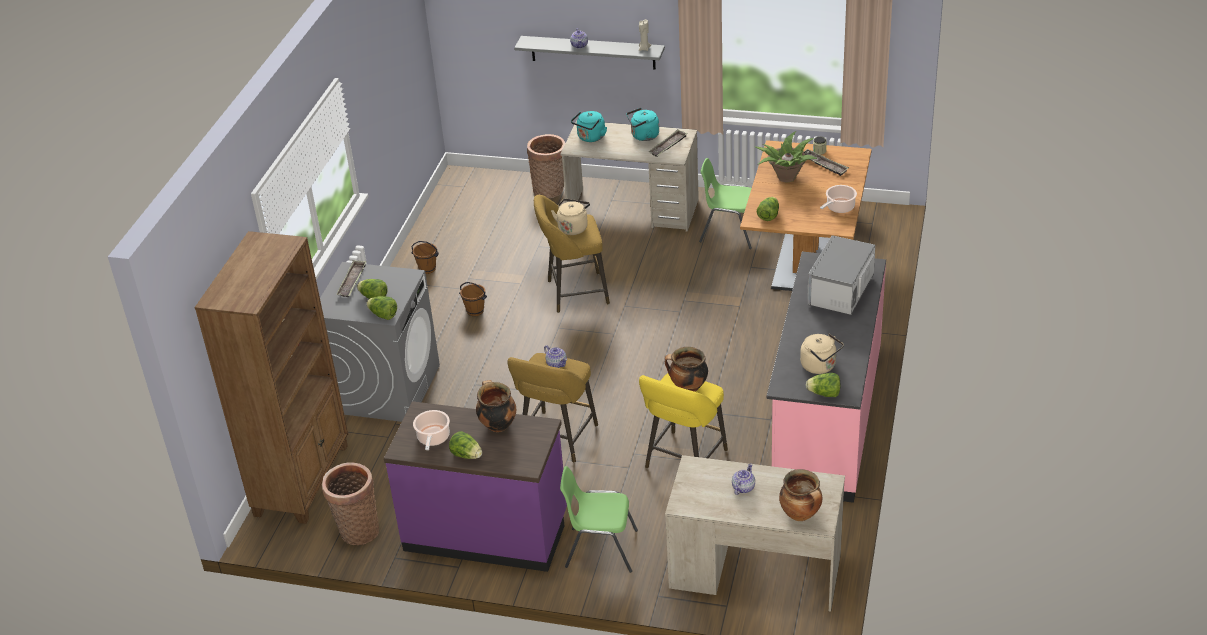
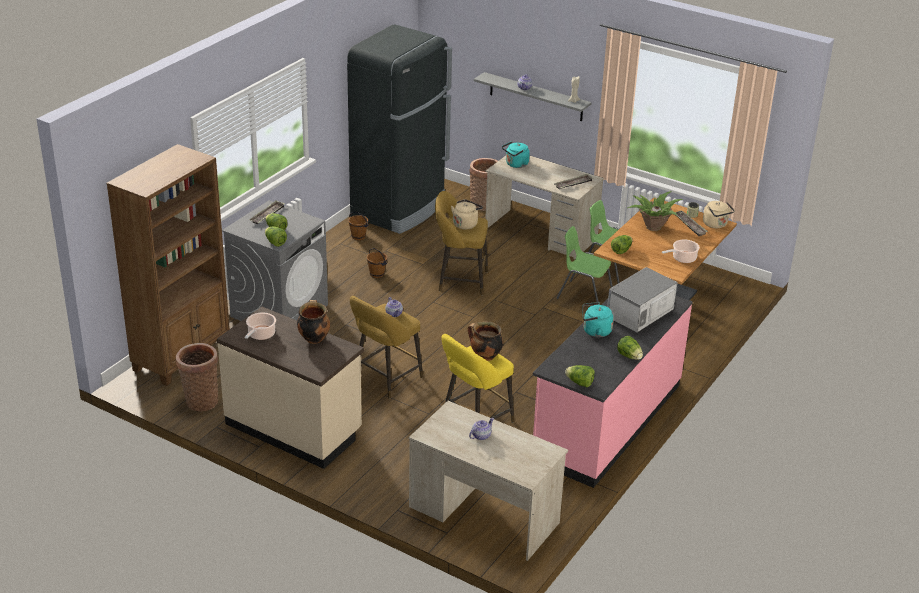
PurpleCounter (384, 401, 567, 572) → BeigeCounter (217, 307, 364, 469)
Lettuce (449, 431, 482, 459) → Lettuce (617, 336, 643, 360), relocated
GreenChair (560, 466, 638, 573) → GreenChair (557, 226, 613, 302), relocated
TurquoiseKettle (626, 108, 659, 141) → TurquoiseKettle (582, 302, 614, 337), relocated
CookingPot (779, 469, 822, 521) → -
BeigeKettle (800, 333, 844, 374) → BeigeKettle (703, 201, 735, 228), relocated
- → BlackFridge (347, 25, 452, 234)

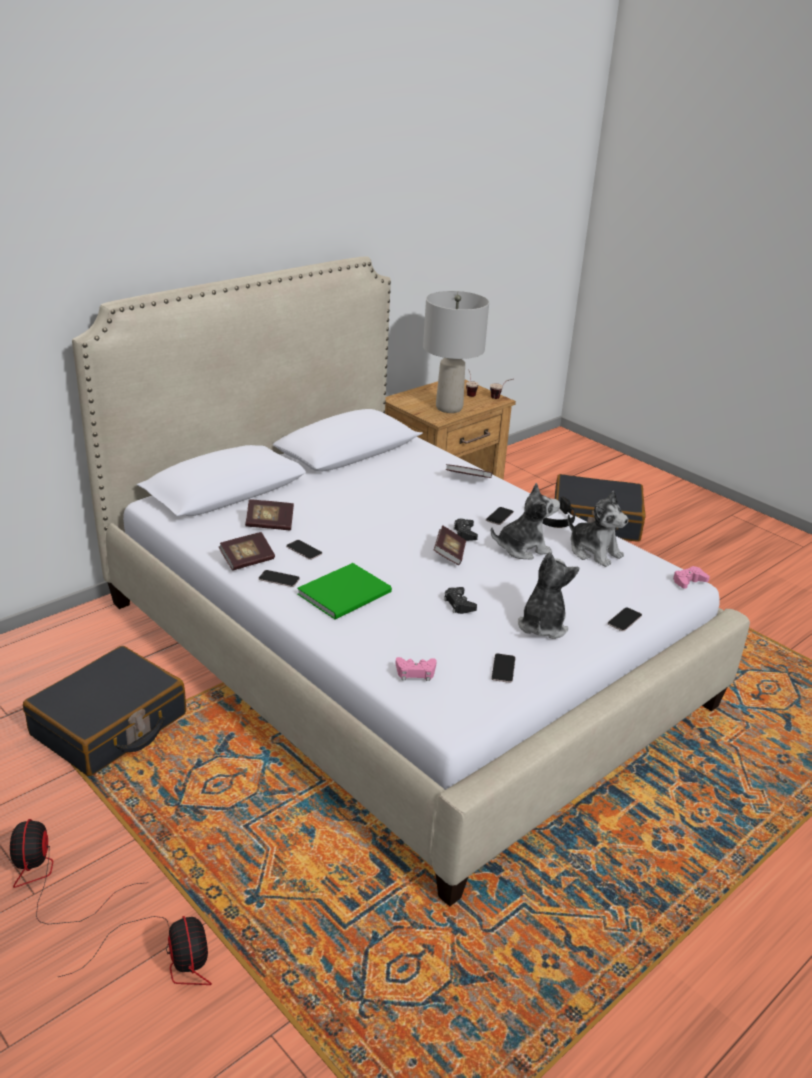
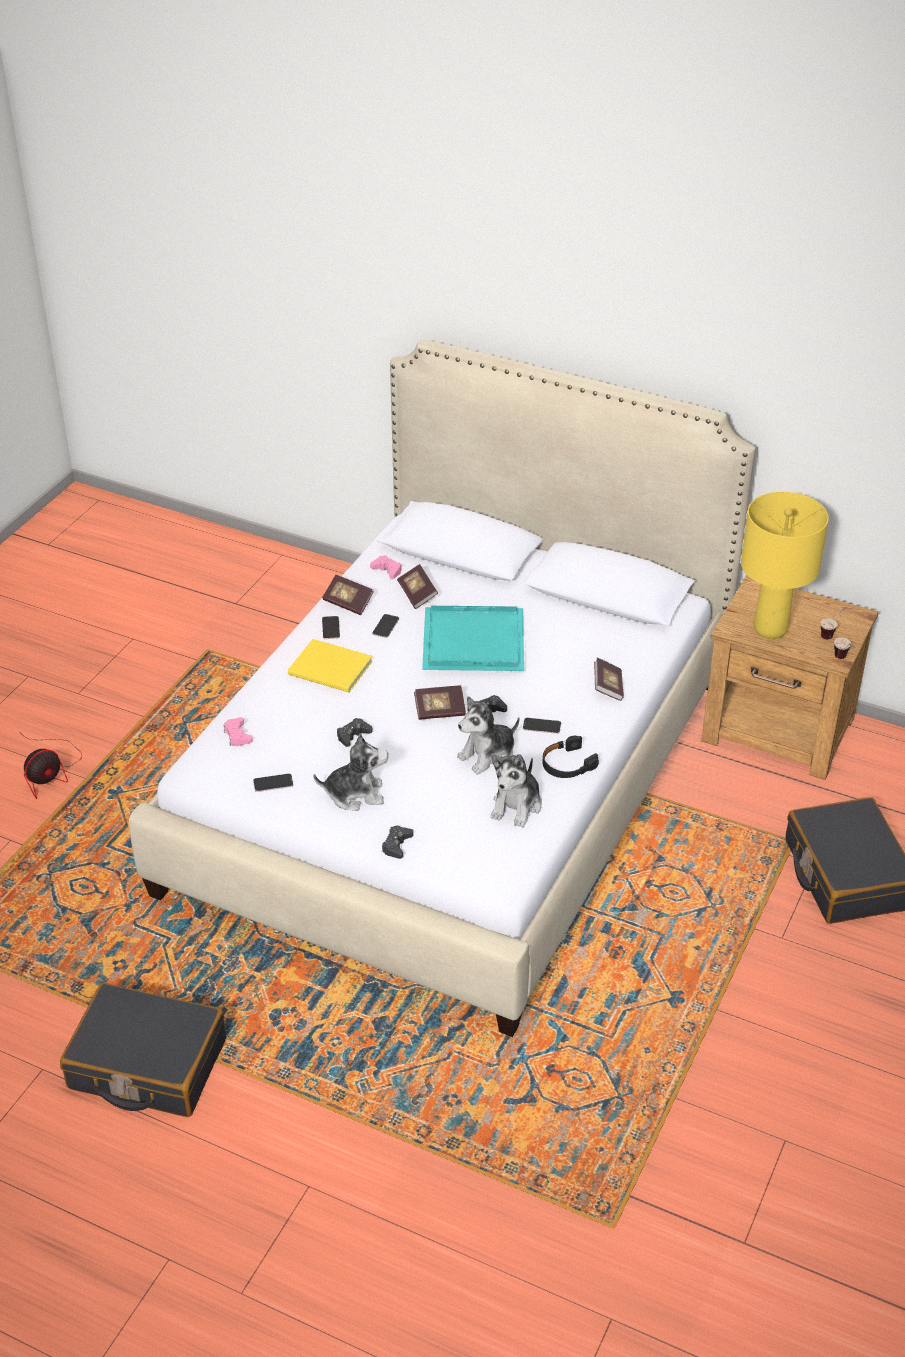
Fan (10, 819, 143, 924) → -
BlackSuitcase (23, 646, 186, 776) → BlackSuitcase (60, 983, 226, 1117), relocated
GreenBook (297, 563, 392, 619) → YellowBook (288, 639, 373, 692)
GreyTableLamp (423, 291, 489, 413) → YellowTableLamp (741, 492, 829, 639)
PlushToy (491, 483, 560, 560) → PlushToy (457, 696, 520, 775), 90 degrees clockwise
Phone (608, 607, 642, 631) → BlackGameController (382, 826, 413, 859)
PinkGameController (673, 566, 710, 589) → PinkGameController (370, 555, 402, 579), relocated
- → TurquoiseTray (422, 606, 524, 671)

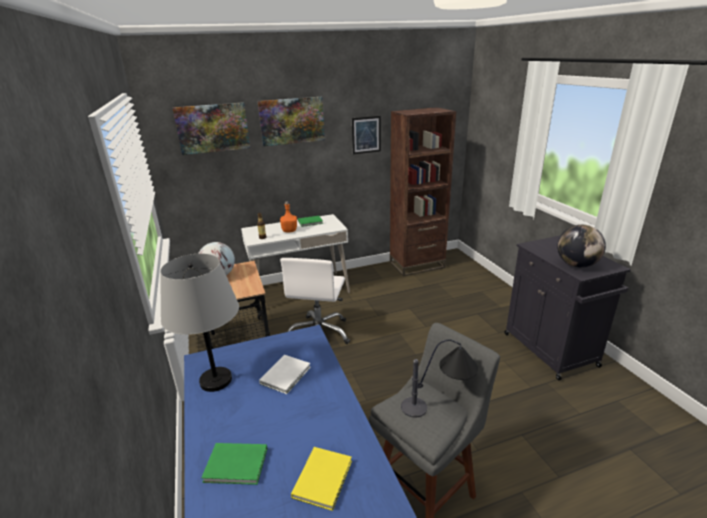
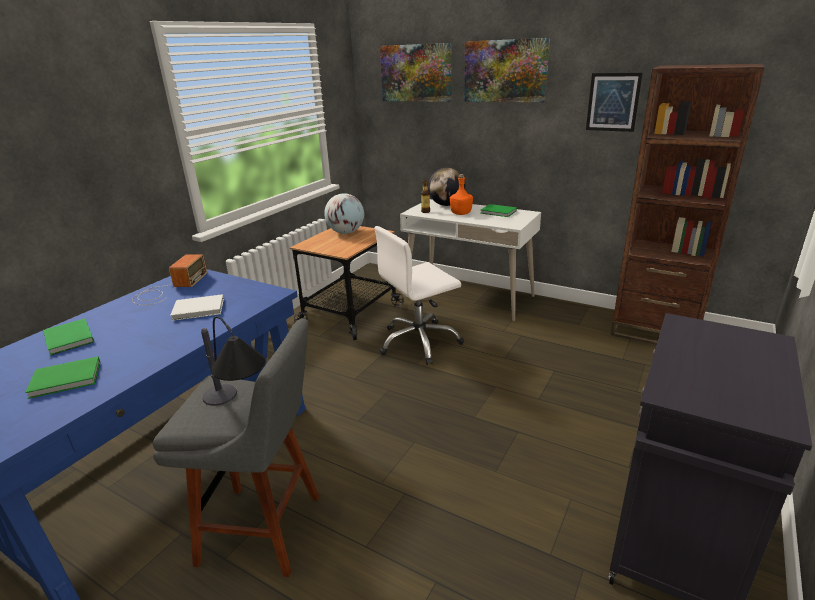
GreyTableLamp (160, 254, 239, 392) → Radio (132, 254, 207, 305)
YellowBook (291, 447, 352, 511) → GreenBook (25, 356, 101, 399)
Globe (557, 225, 606, 268) → Globe (428, 168, 466, 206), relocated

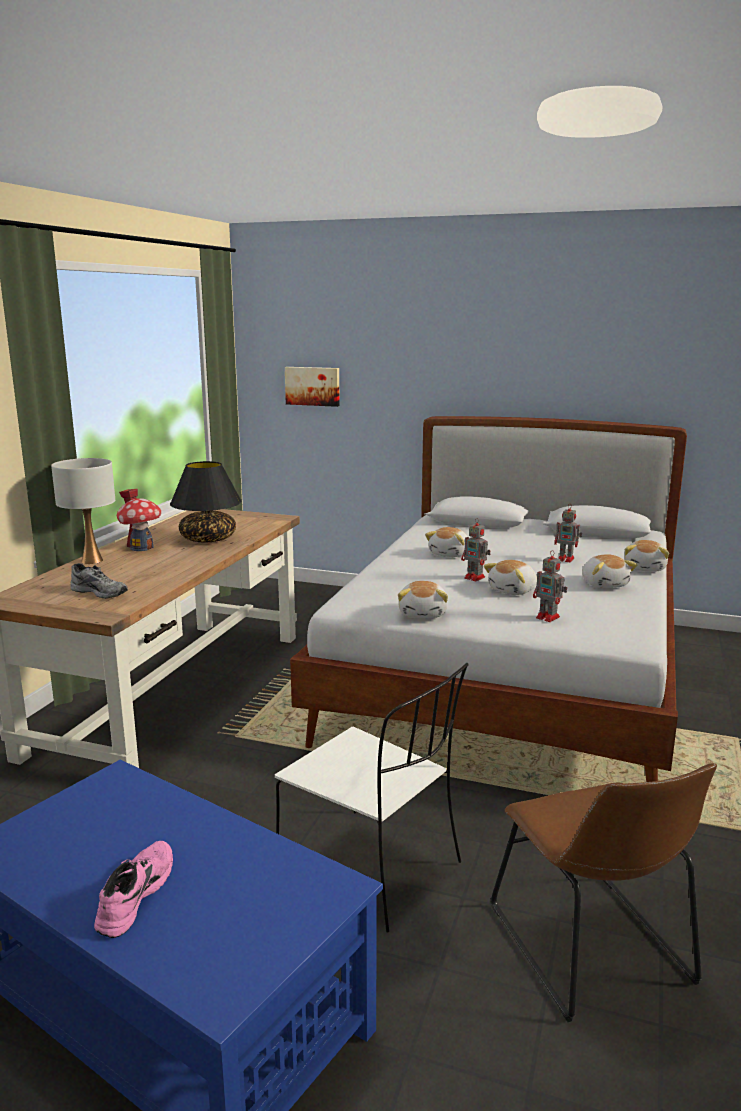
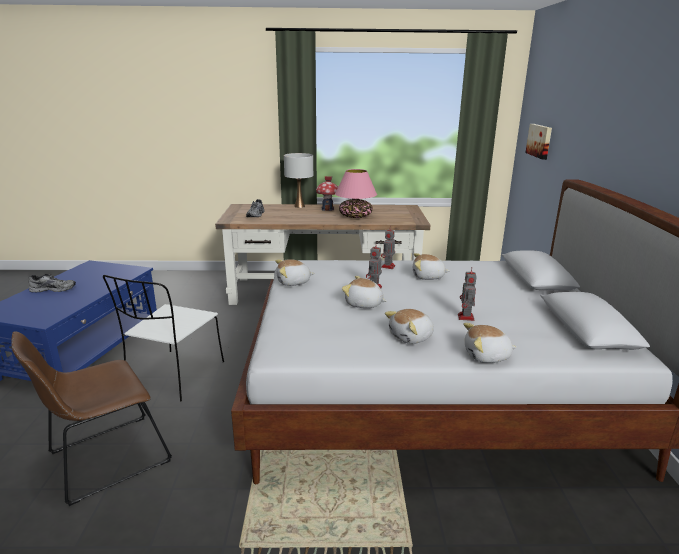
PinkShoe (94, 841, 173, 938) → GreyShoe (29, 274, 76, 292)
BlackTableLamp (170, 461, 242, 542) → PinkTableLamp (335, 169, 377, 218)
ToyRobot (533, 550, 567, 622) → ToyRobot (381, 226, 395, 269), relocated

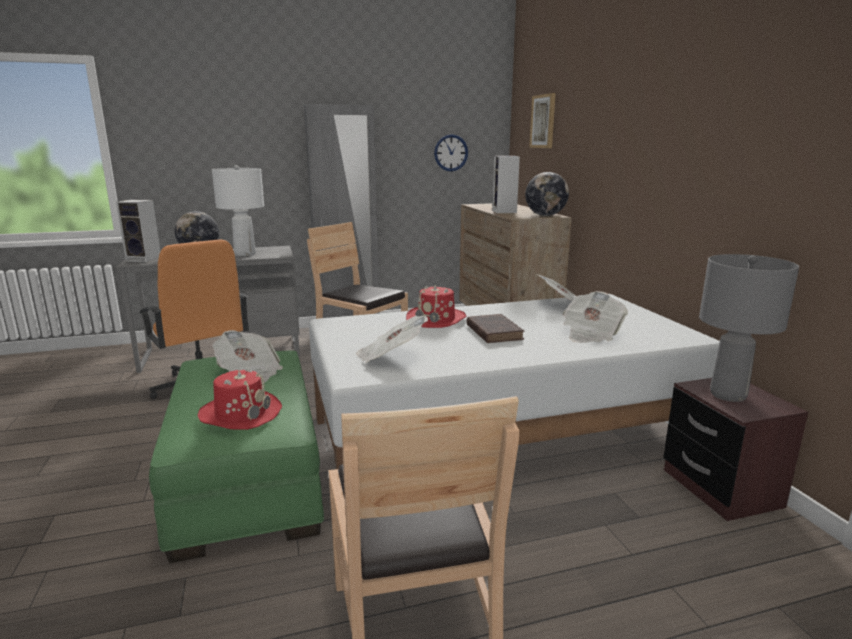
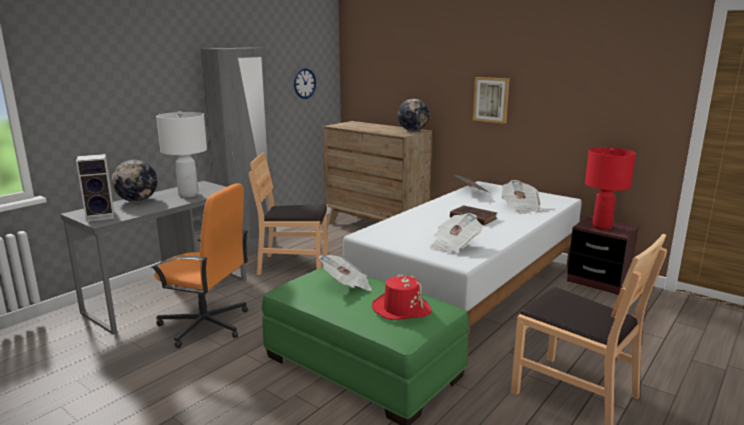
RedHat (406, 285, 466, 328) → -
Speaker (492, 156, 520, 214) → -
Picture (529, 93, 556, 148) → Picture (473, 77, 509, 124), relocated
GreyTableLamp (699, 254, 799, 402) → RedTableLamp (585, 147, 636, 230)

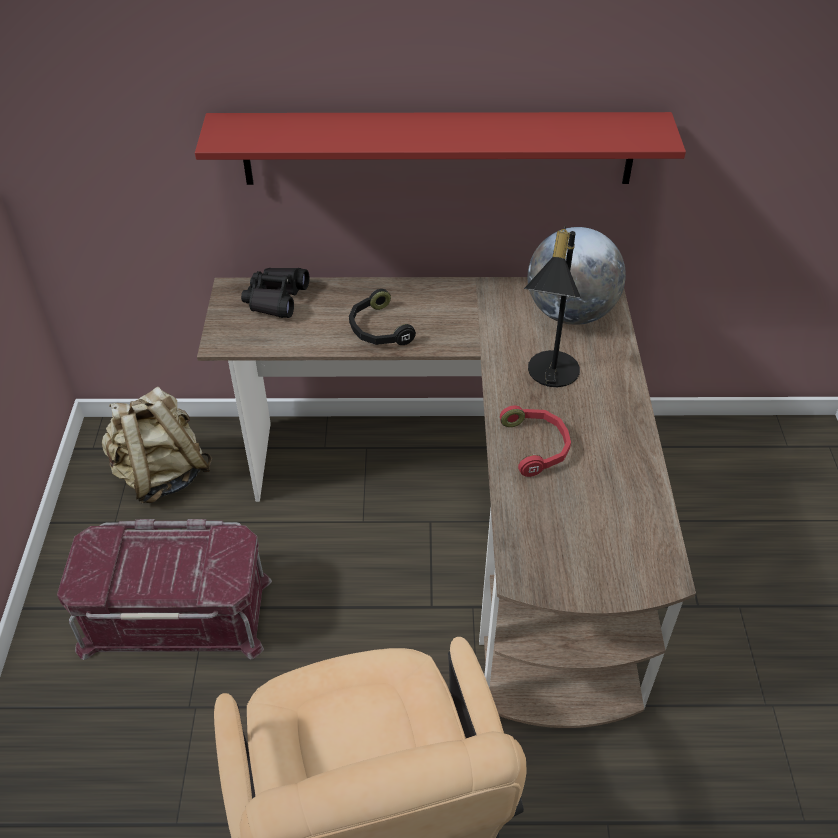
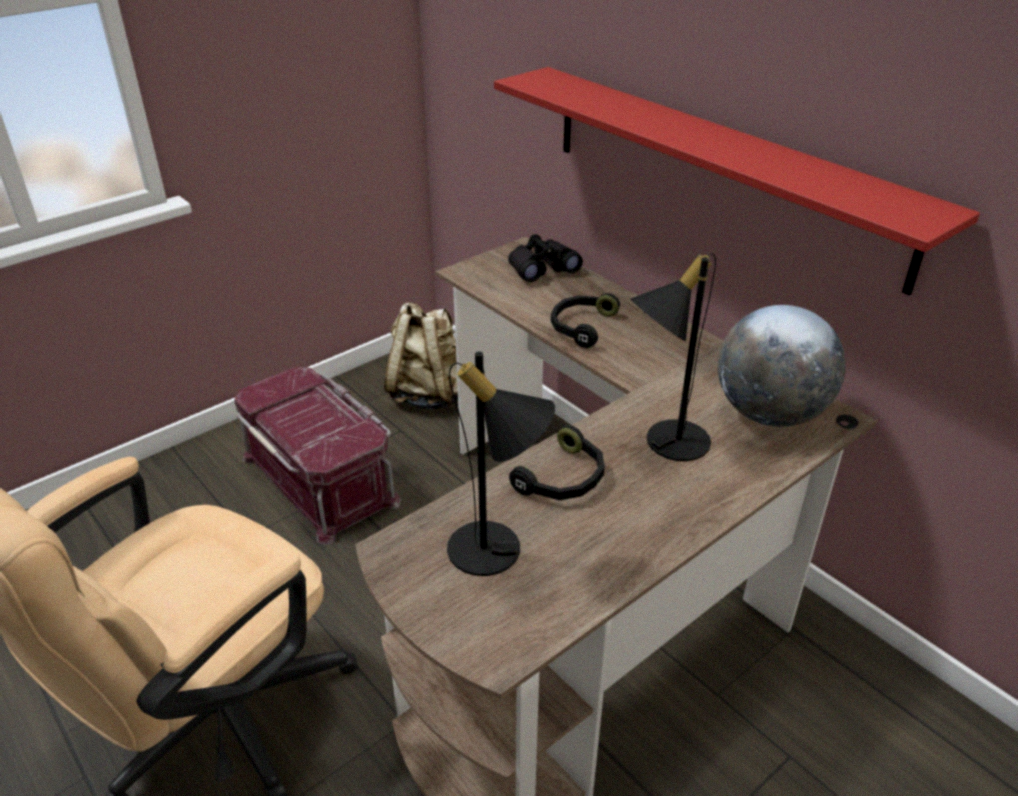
RedHeadphones (500, 405, 571, 477) → BlackHeadphones (509, 425, 605, 500)
- → BlackTableLamp (447, 352, 555, 576)

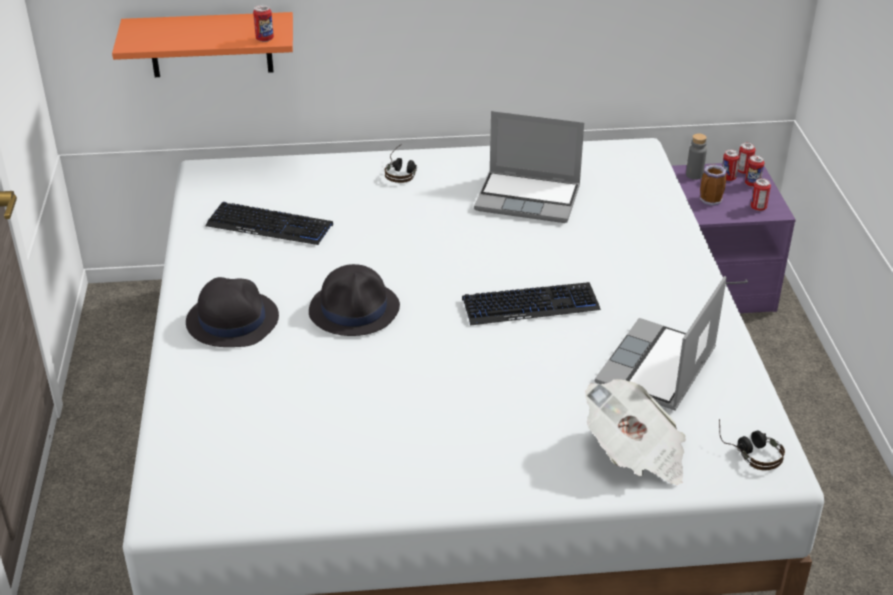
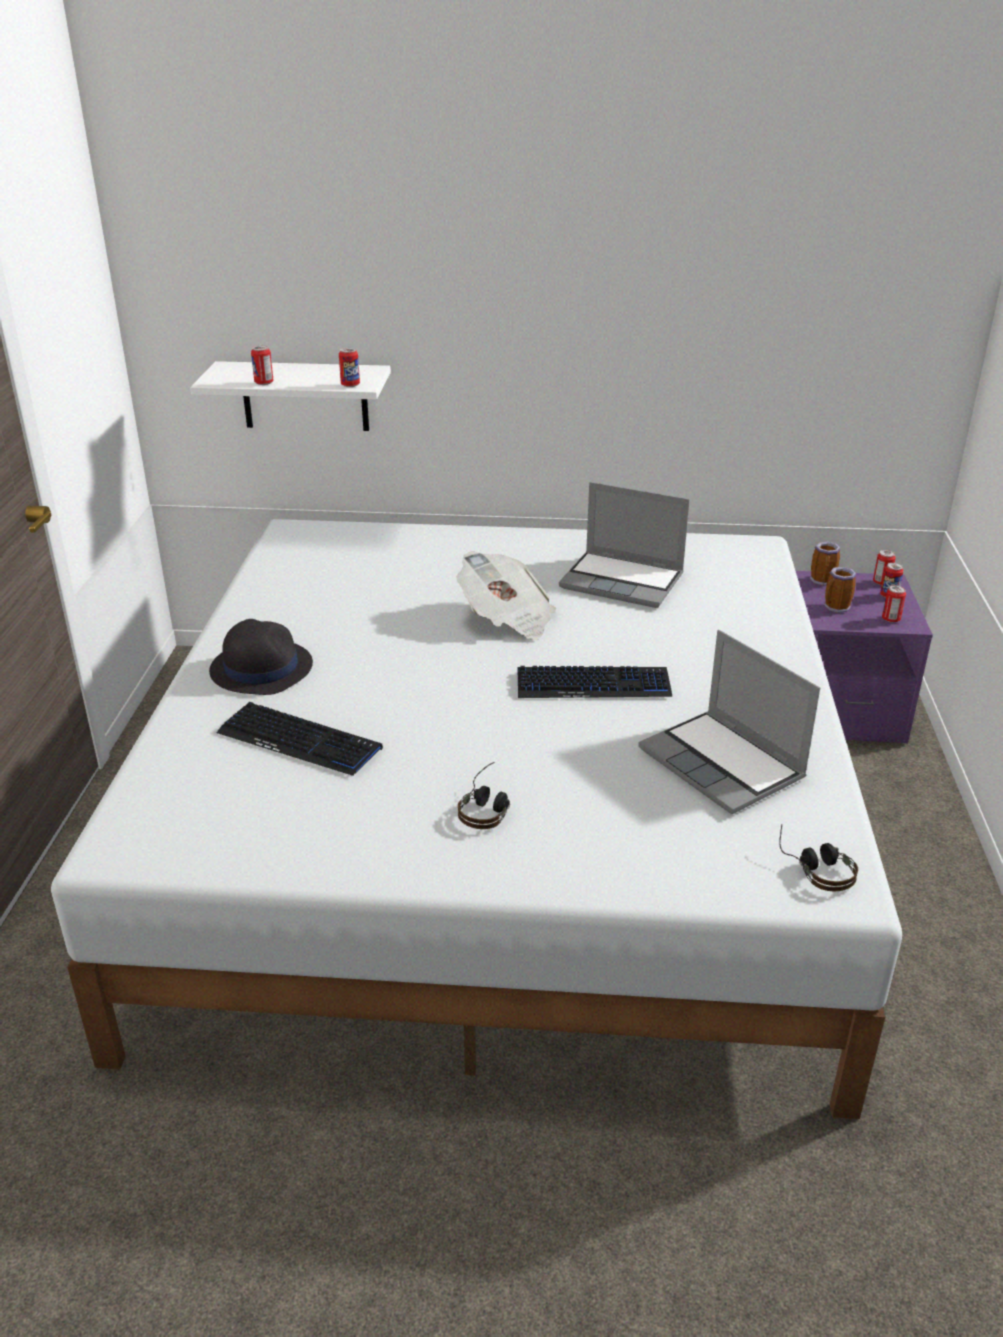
OrangeShelf (112, 12, 293, 77) → WhiteShelf (190, 361, 391, 431)
Keyboard (205, 202, 333, 245) → Keyboard (217, 702, 383, 776), relocated
BlackHat (309, 264, 400, 336) → -
Headphones (385, 144, 417, 183) → Headphones (458, 762, 510, 829), relocated
Newspaper (585, 379, 686, 485) → Newspaper (456, 551, 556, 640), relocated
Laptop (595, 276, 727, 410) → Laptop (638, 630, 820, 814), 75 degrees counterclockwise
GreyBottle (686, 133, 707, 180) → Mug (810, 542, 841, 586)
Can (722, 150, 740, 181) → Can (251, 345, 273, 385), relocated

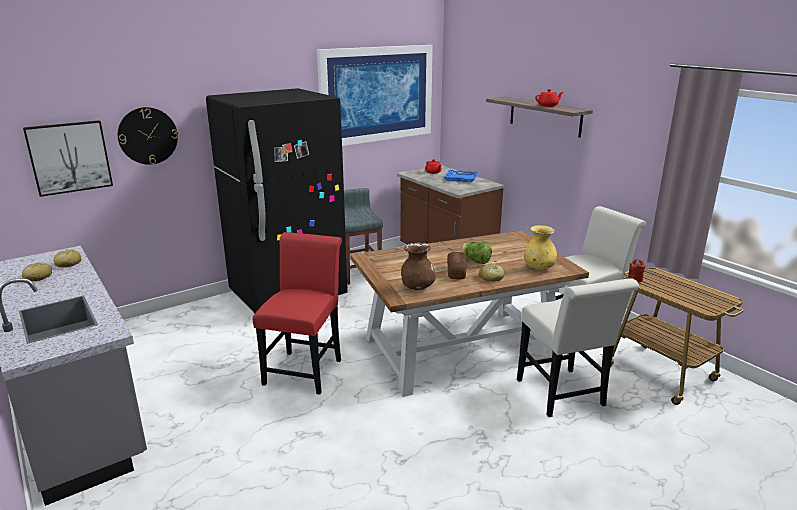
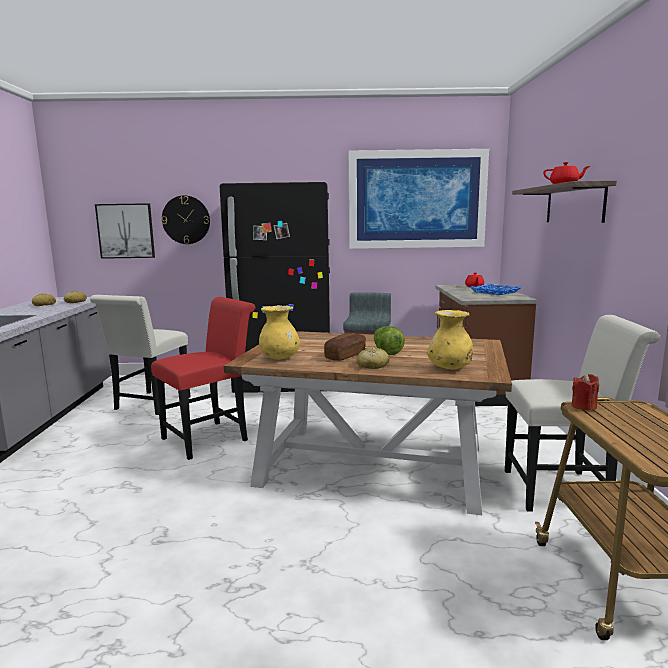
BrownVase (401, 242, 436, 290) → YellowVase (259, 305, 300, 360)
WhiteChair (517, 278, 639, 417) → WhiteChair (90, 295, 191, 415), relocated

